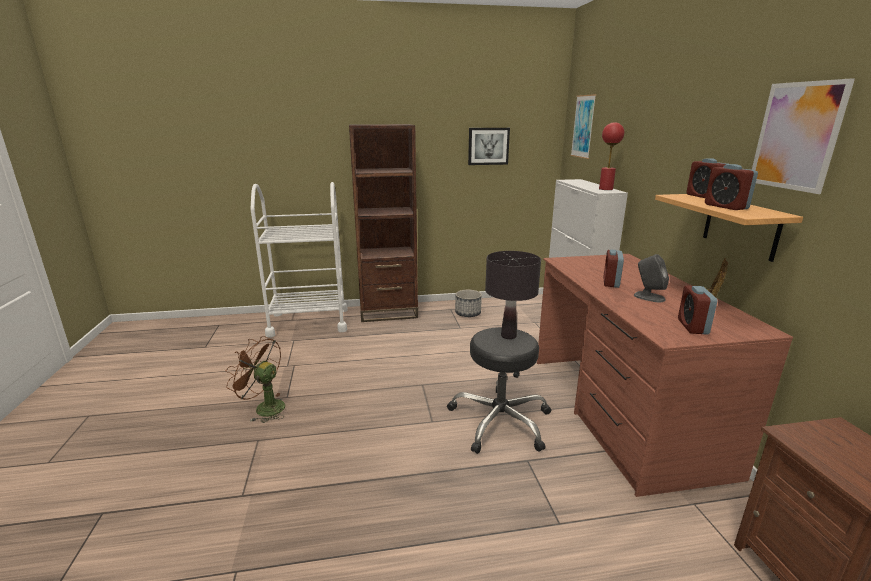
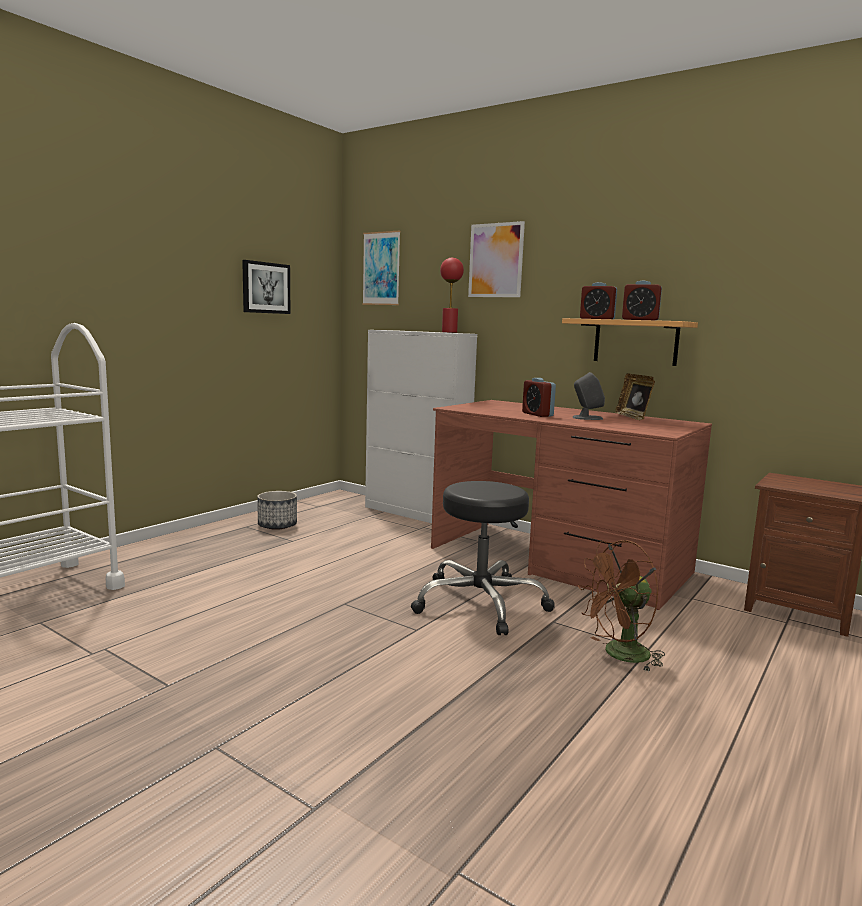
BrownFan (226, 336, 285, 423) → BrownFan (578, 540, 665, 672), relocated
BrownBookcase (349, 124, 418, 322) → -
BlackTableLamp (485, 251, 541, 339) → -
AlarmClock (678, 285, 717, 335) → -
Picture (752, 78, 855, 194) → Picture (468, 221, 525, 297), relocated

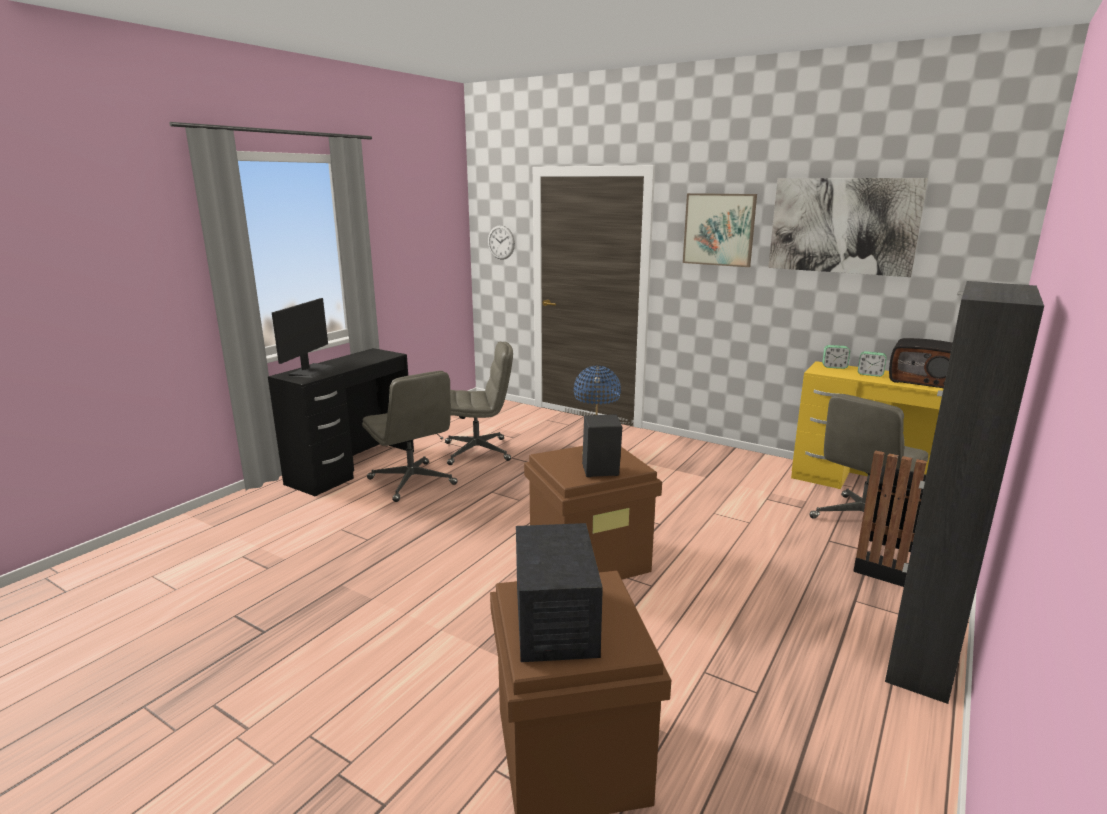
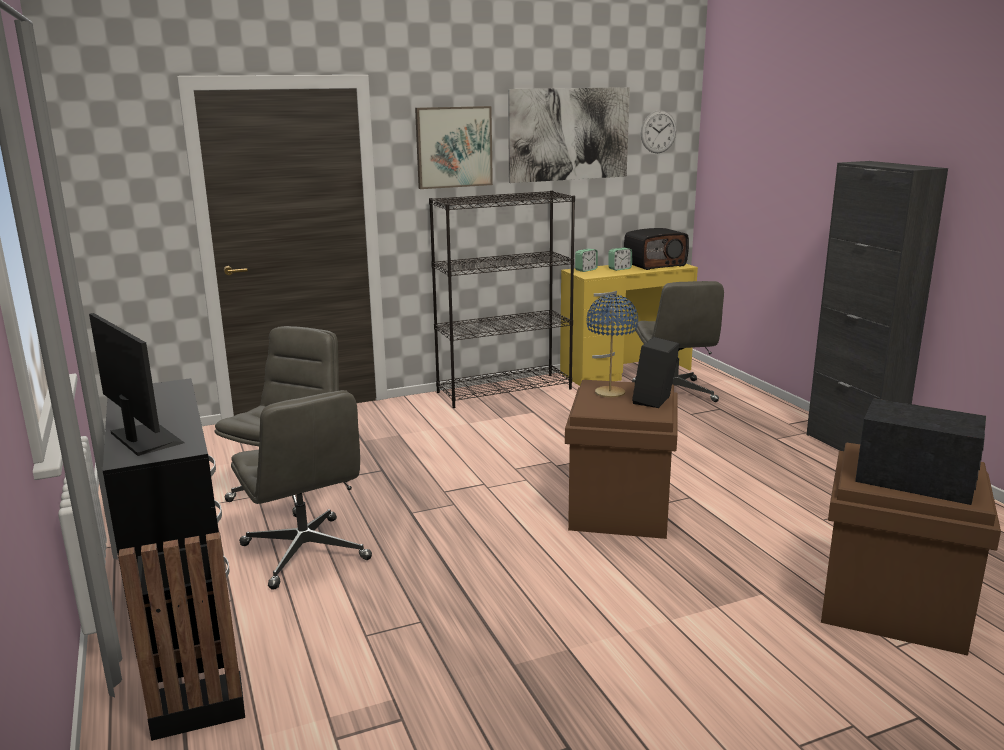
GreyOfficeChair (362, 371, 458, 502) → GreyOfficeChair (231, 390, 372, 590), 60 degrees clockwise
WallClock (488, 225, 515, 260) → WallClock (641, 110, 676, 153), relocated
BlackTrashCan (853, 450, 927, 587) → BlackTrashCan (118, 532, 245, 741), relocated
- → BlackBookcase (429, 190, 575, 408)

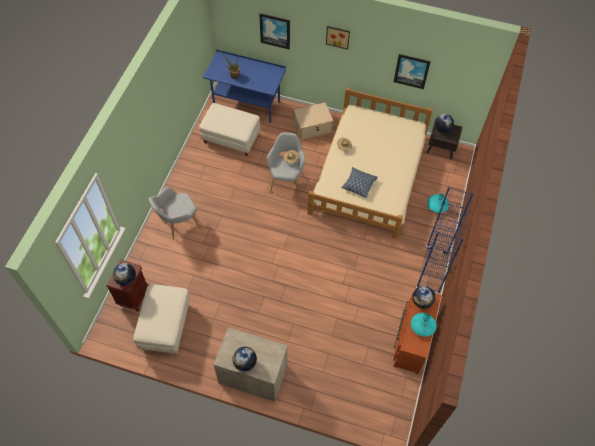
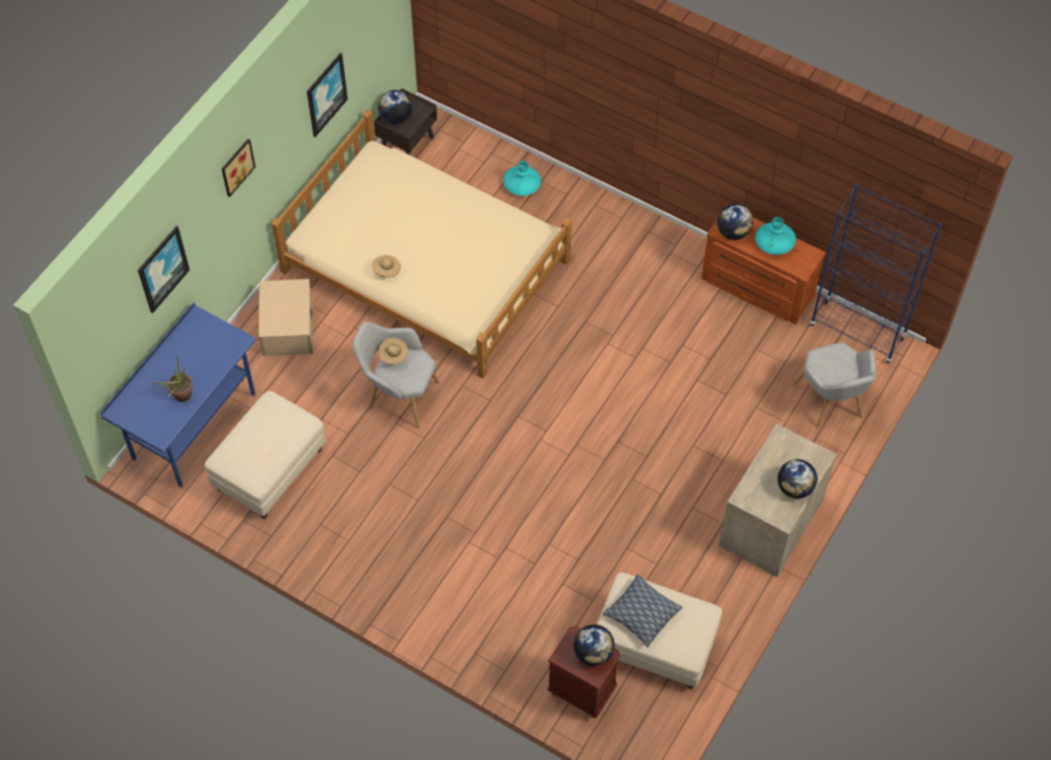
GreyArmchair (149, 187, 201, 240) → GreyArmchair (792, 342, 876, 428), relocated
Pillow (341, 167, 378, 198) → Pillow (603, 574, 683, 647), relocated
BlueBookcase (416, 187, 473, 294) → BlueBookcase (810, 184, 942, 364), relocated

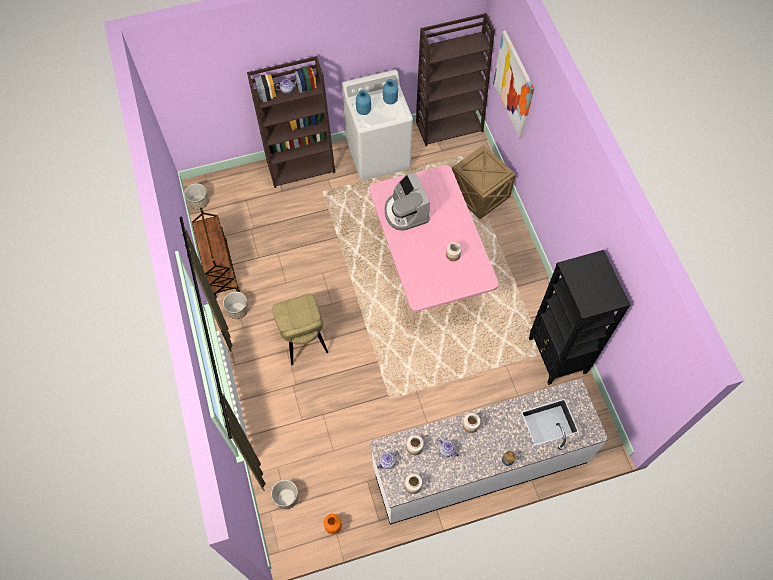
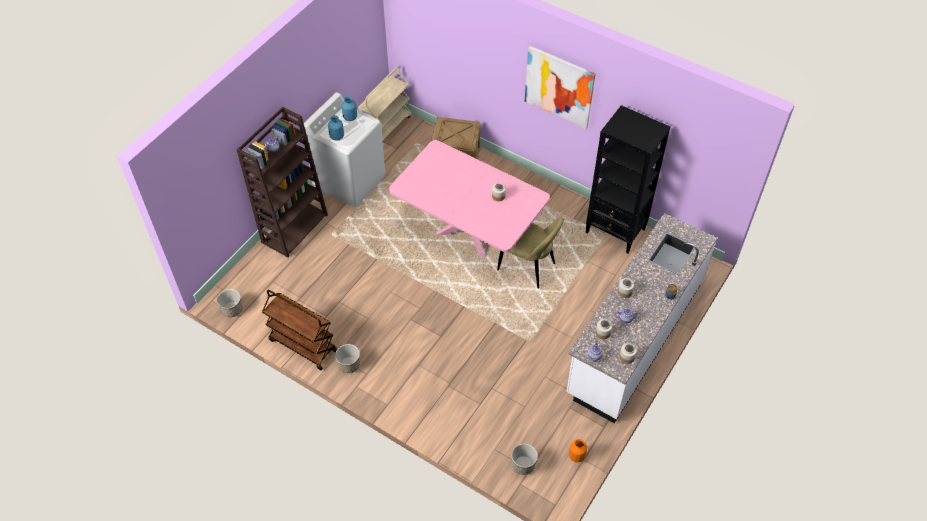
BeigeChair (272, 293, 328, 365) → BeigeChair (497, 217, 564, 289), relocated
CoffeeMachine (384, 172, 430, 231) → -
BrownBookcase (416, 13, 495, 146) → BeigeCart (358, 66, 411, 141)
Picture (493, 30, 534, 139) → Picture (525, 46, 595, 129), relocated

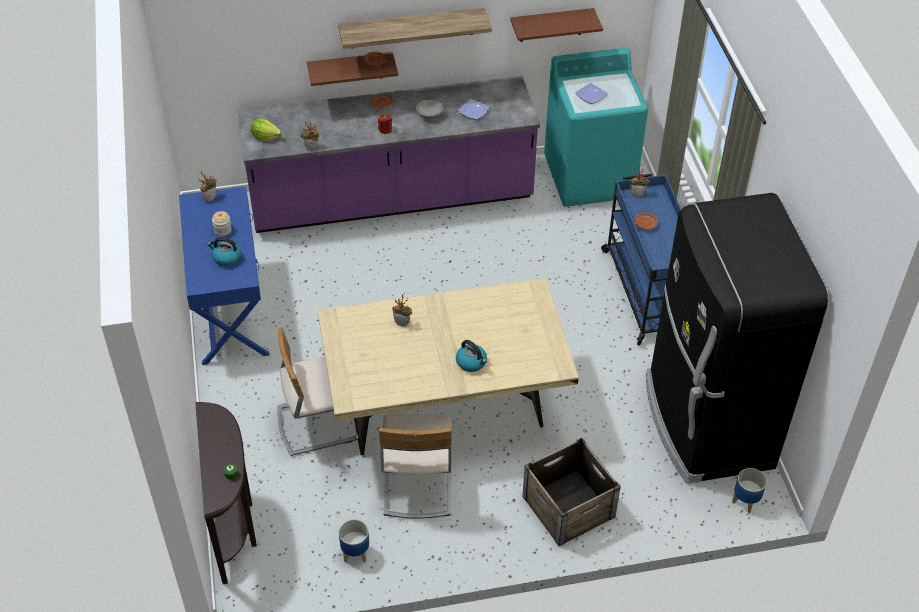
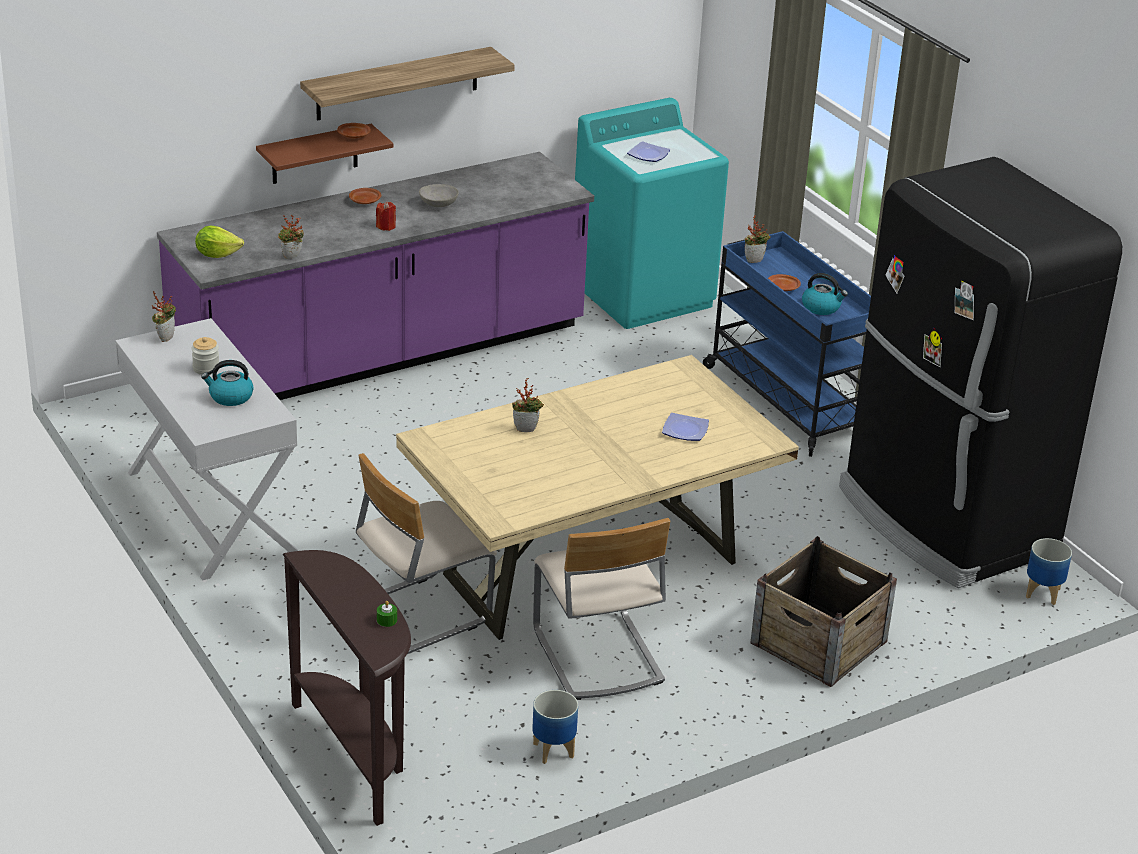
BlueConsoleTable (179, 186, 270, 365) → WhiteConsoleTable (115, 318, 298, 581)
Kettle (456, 340, 487, 372) → Kettle (802, 273, 848, 315), relocated
Plate (458, 99, 490, 120) → Plate (662, 413, 709, 441), relocated
BrownShelf (510, 8, 603, 42) → -

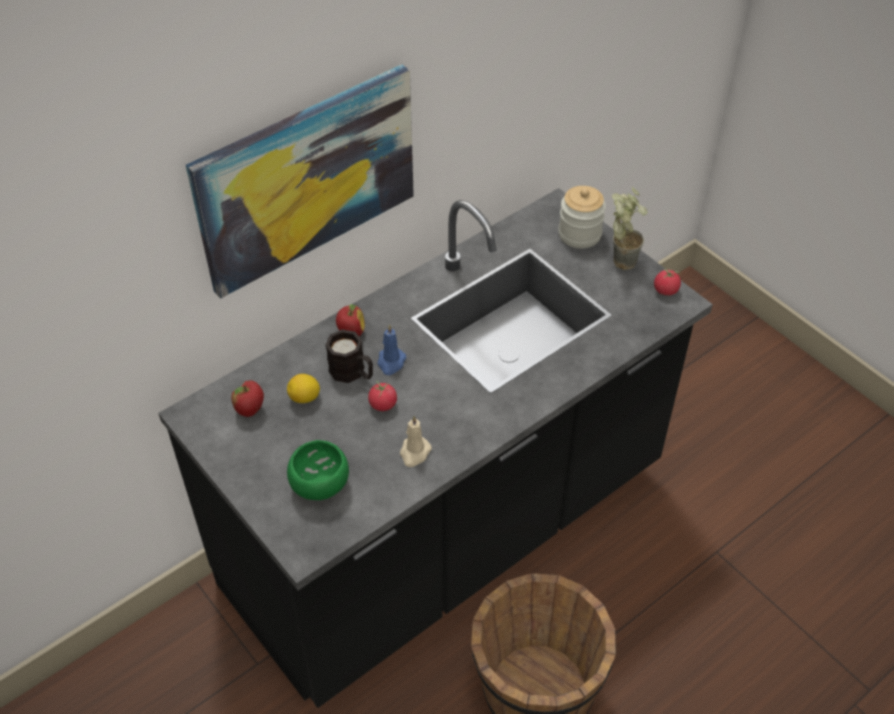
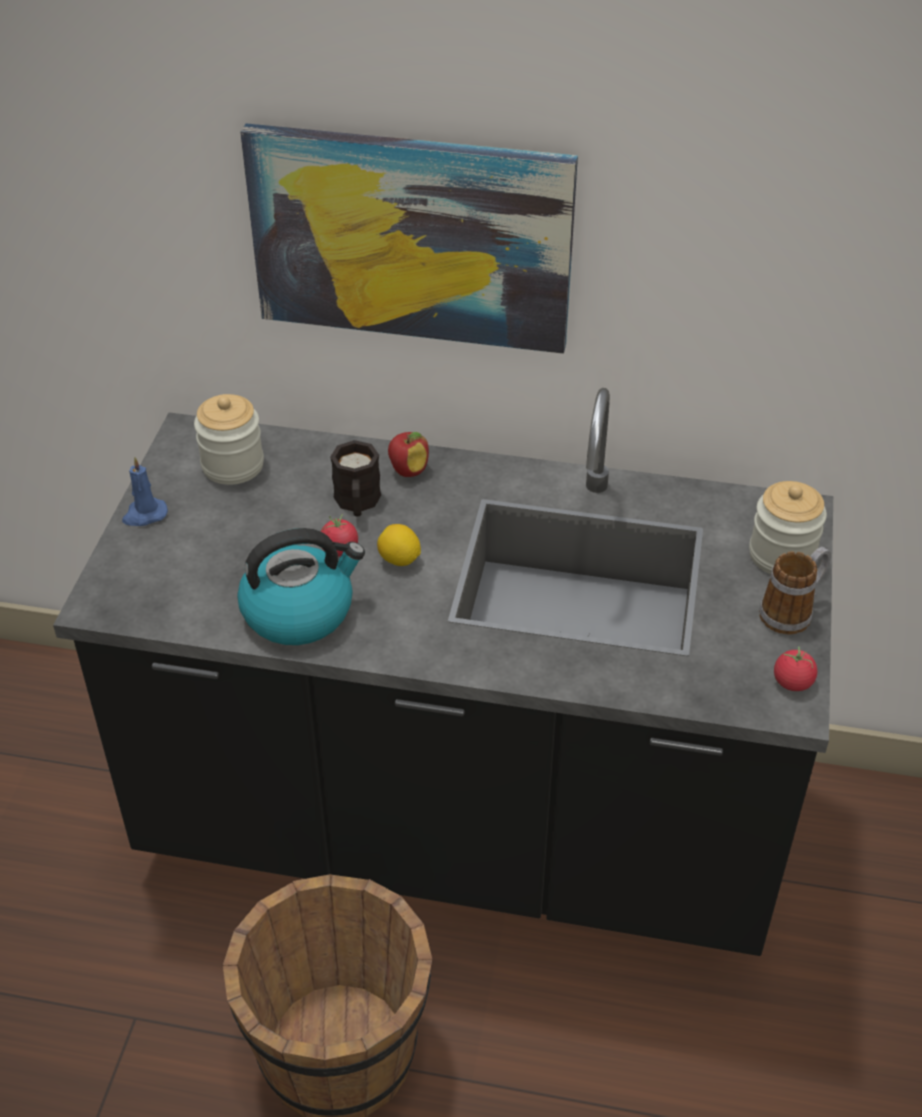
Apple (231, 380, 264, 417) → Jar (194, 394, 264, 485)
Lemon (287, 374, 320, 403) → Lemon (377, 524, 421, 566), relocated
GreenBowl (287, 440, 349, 500) → -
BlueCandle (378, 324, 406, 375) → BlueCandle (122, 457, 168, 526), relocated
BeigeCandle (400, 416, 432, 467) → Kettle (237, 528, 365, 645)
PottedPlant (612, 187, 648, 270) → Mug (759, 547, 831, 634)

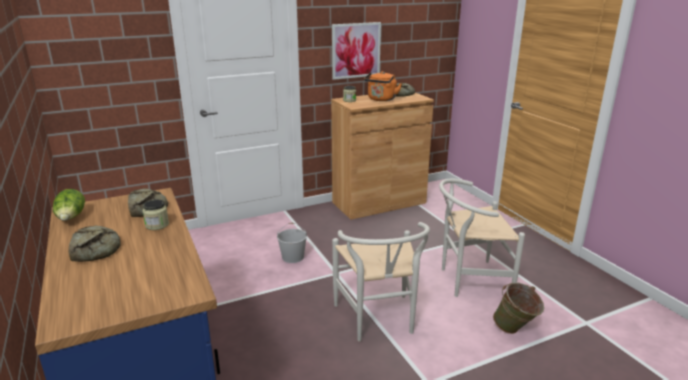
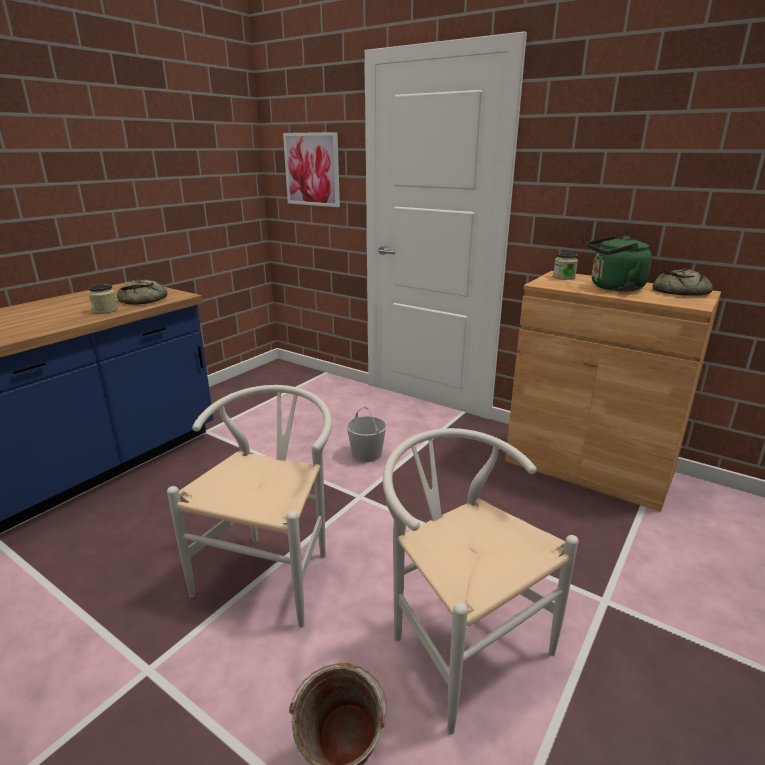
Lettuce (53, 189, 85, 221) → -
Bread (68, 226, 121, 262) → -
Picture (332, 22, 381, 80) → Picture (283, 132, 340, 207), relocated
WhiteChair (332, 222, 430, 341) → WhiteChair (167, 385, 332, 627), 150 degrees clockwise
OrangeKettle (364, 71, 402, 101) → GreenKettle (587, 236, 652, 292)

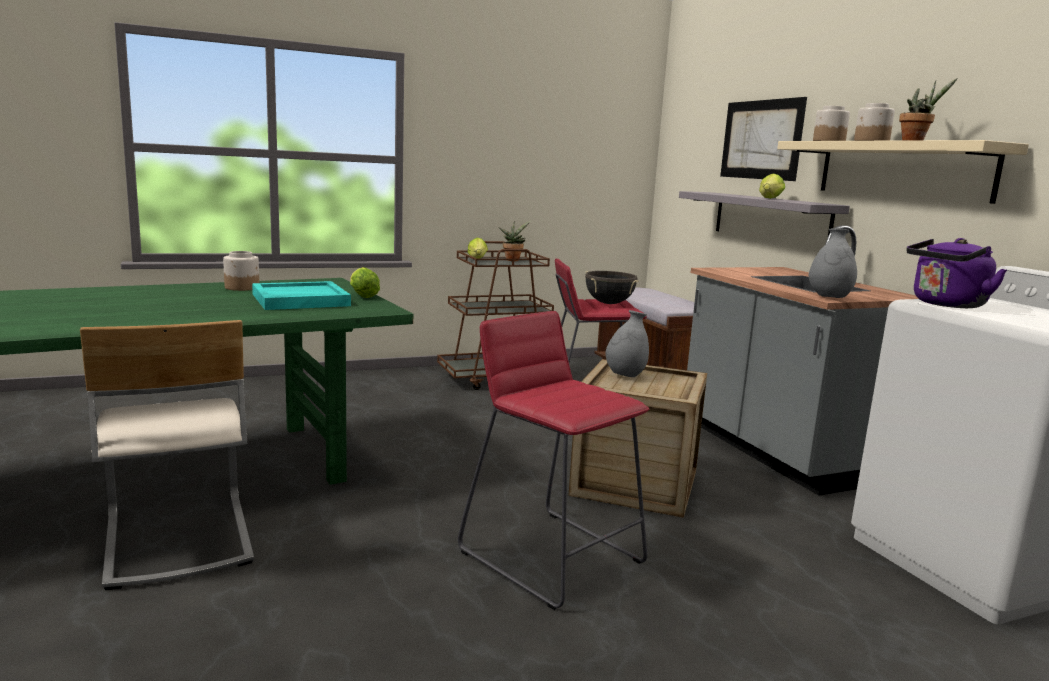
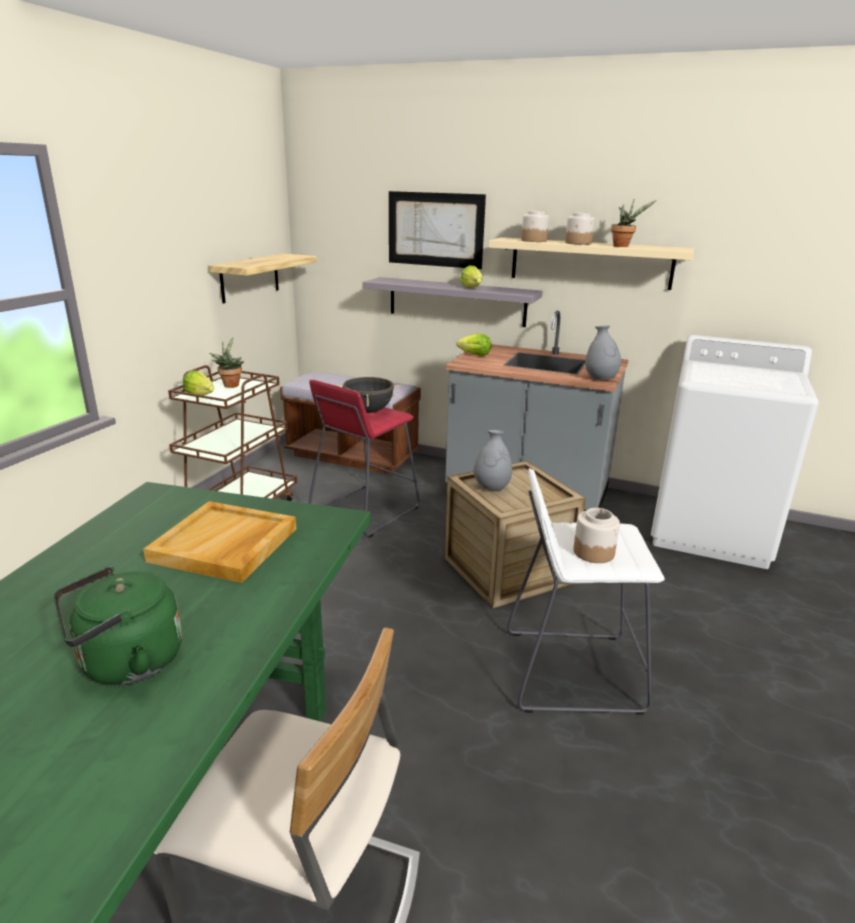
Jar (223, 251, 259, 291) → Jar (574, 508, 620, 563), relocated
TurquoiseTray (252, 281, 351, 310) → BeigeTray (143, 501, 296, 583)
Lettuce (350, 267, 380, 298) → Lettuce (457, 334, 492, 356), relocated
RedStool (458, 311, 649, 610) → WhiteStool (507, 468, 665, 715)
PurpleKettle (907, 238, 1007, 308) → -
- → GreenKettle (54, 566, 182, 685)
- → Shelf (209, 254, 317, 304)

